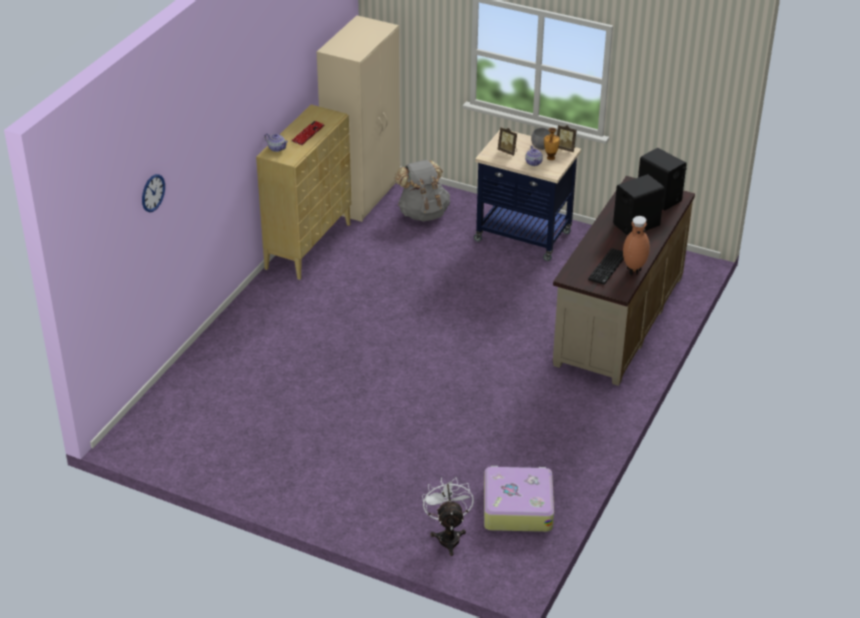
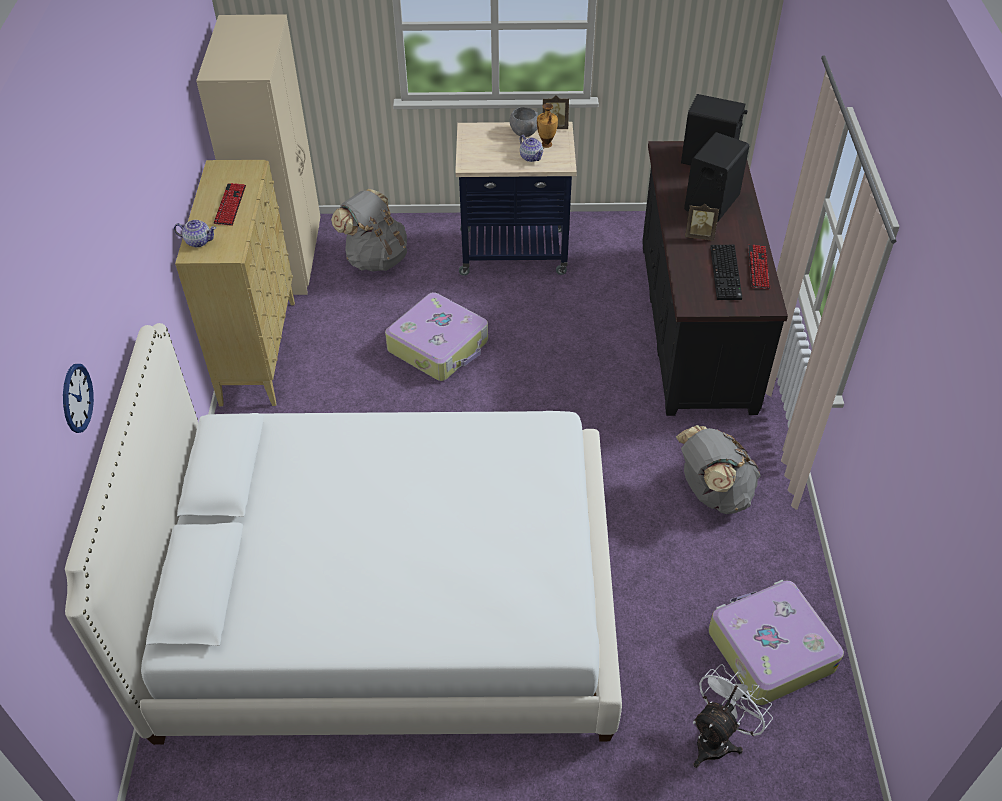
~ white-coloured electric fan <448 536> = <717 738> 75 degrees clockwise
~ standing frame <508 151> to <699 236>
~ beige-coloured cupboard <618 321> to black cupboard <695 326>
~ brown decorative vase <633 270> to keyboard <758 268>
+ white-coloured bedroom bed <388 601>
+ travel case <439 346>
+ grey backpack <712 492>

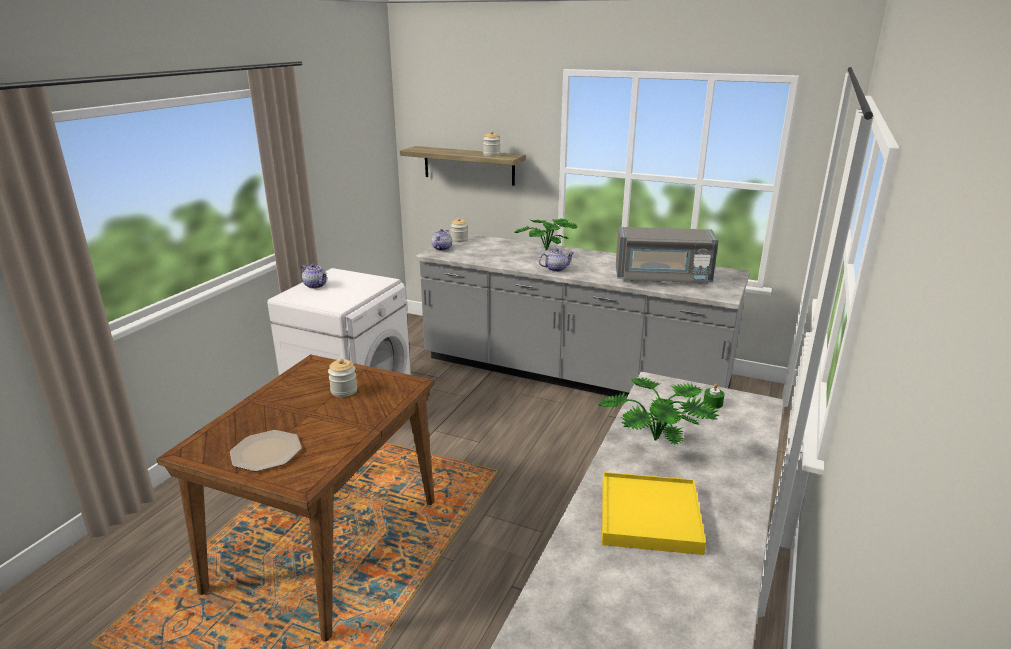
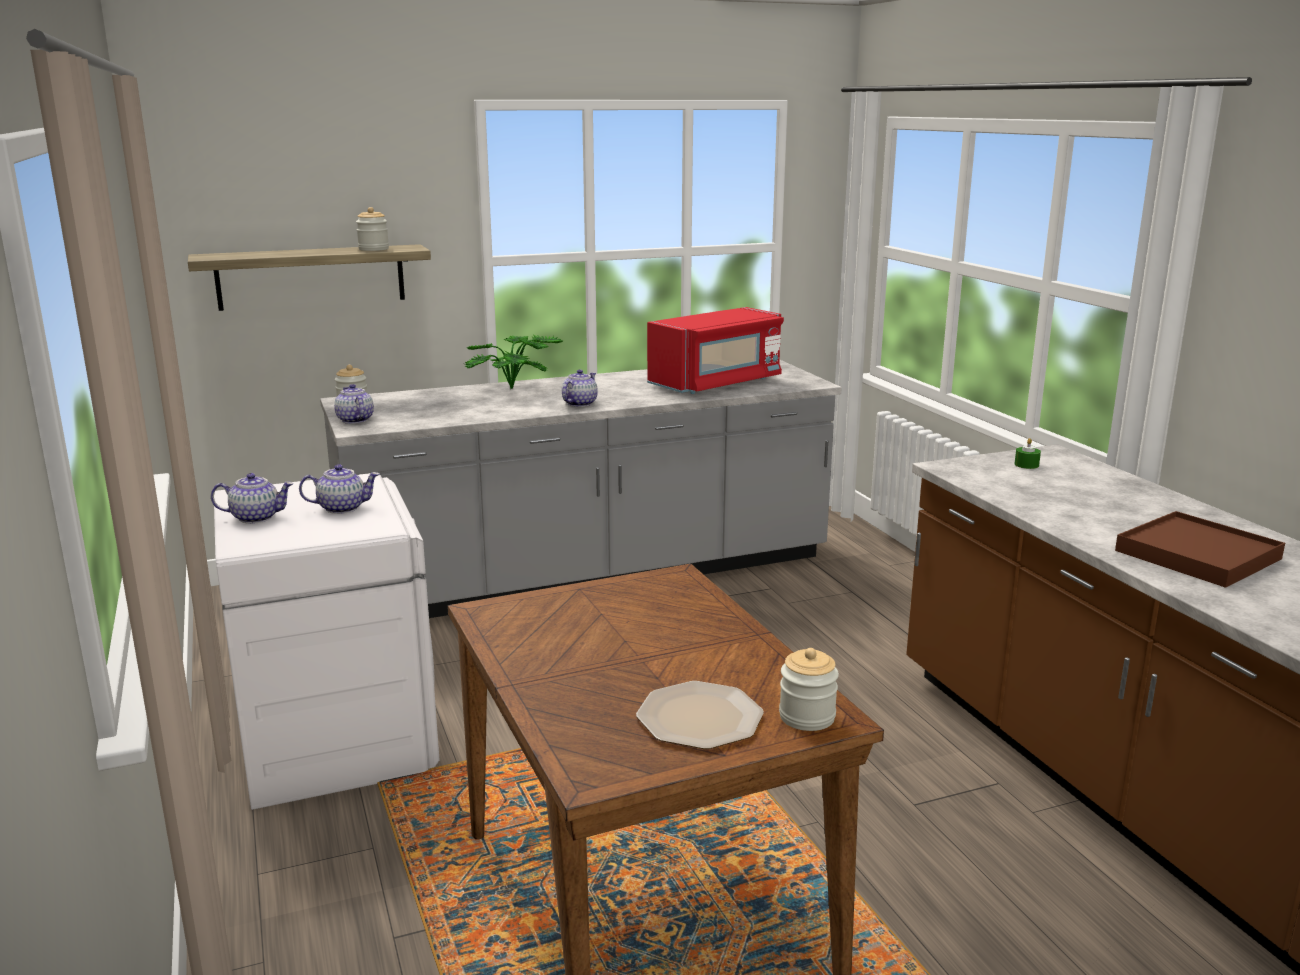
~ preserve jar <344 390> to <807 717>
- houseplant <654 443>
~ yellowish carrying tray <649 516> to brown carrying tray <1197 555>
~ grey microwave <662 278> to reddish microwave <717 383>
+ tea pot <342 508>

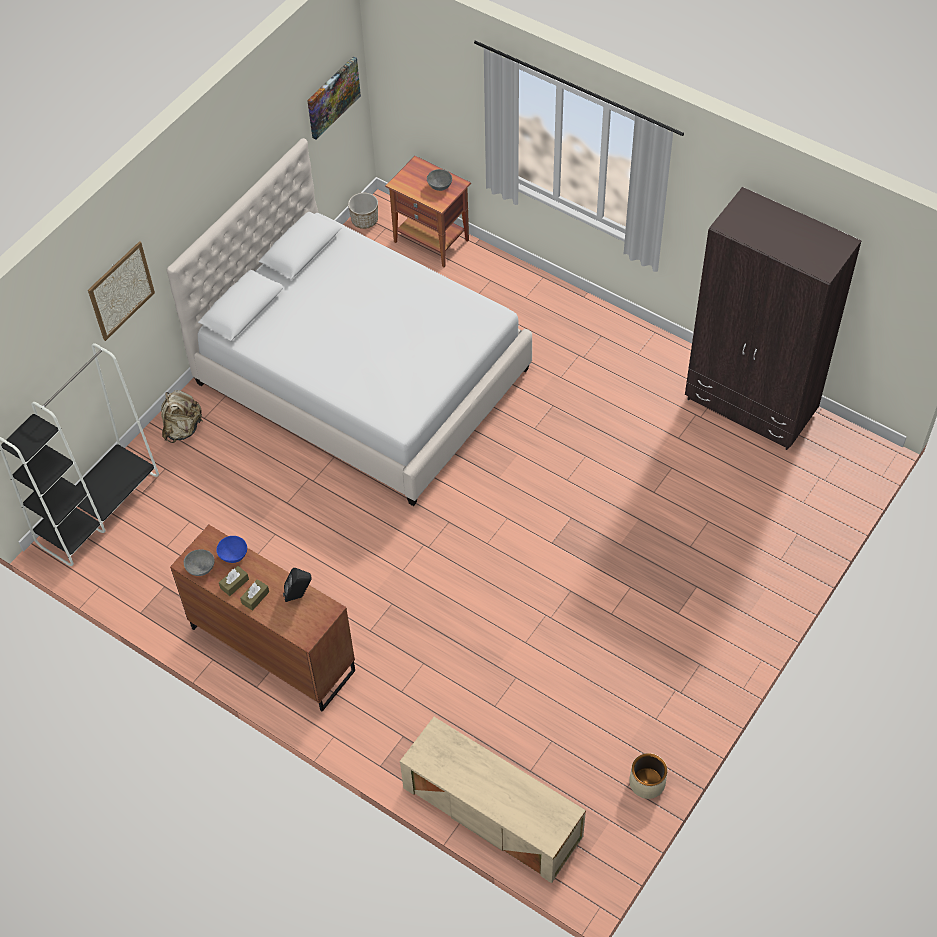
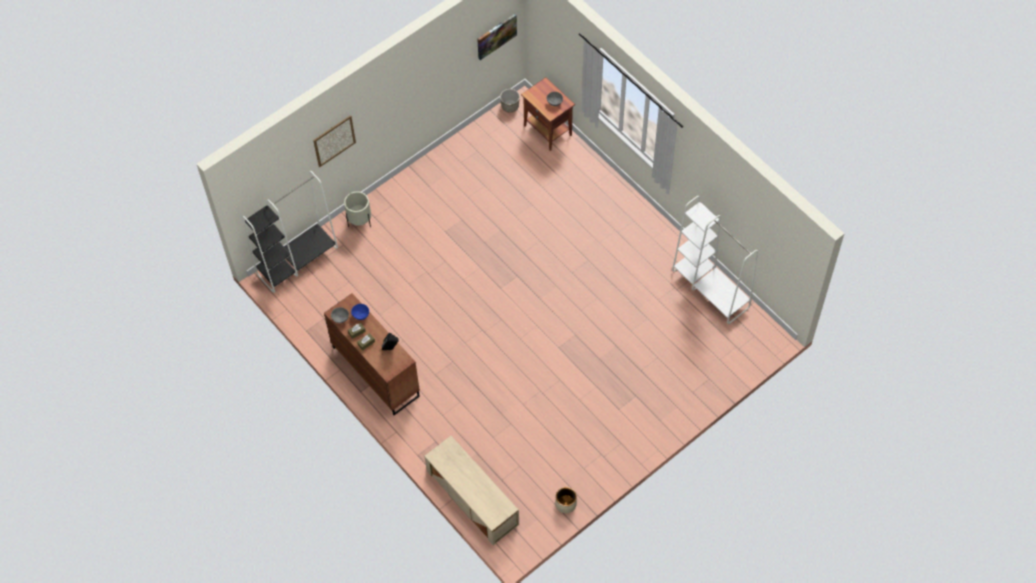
~ beige-coloured backpack <182 428> to beige-coloured plant pot <360 221>
- white-coloured bedroom bed <362 375>
~ brown clothes cupboard <750 406> to white-coloured clothes rack <710 290>

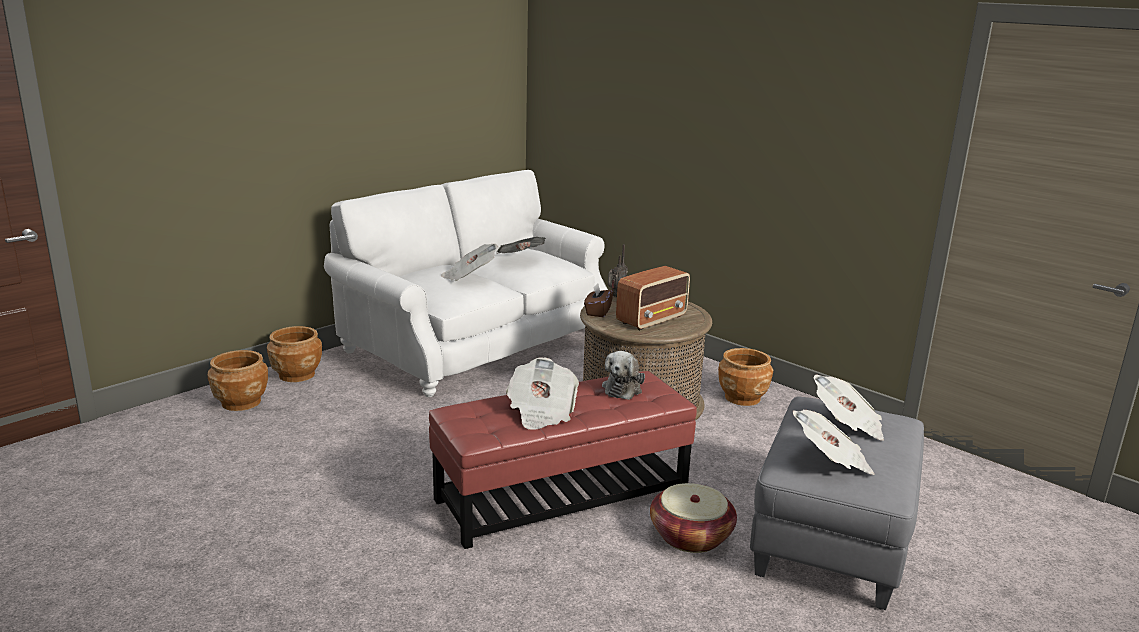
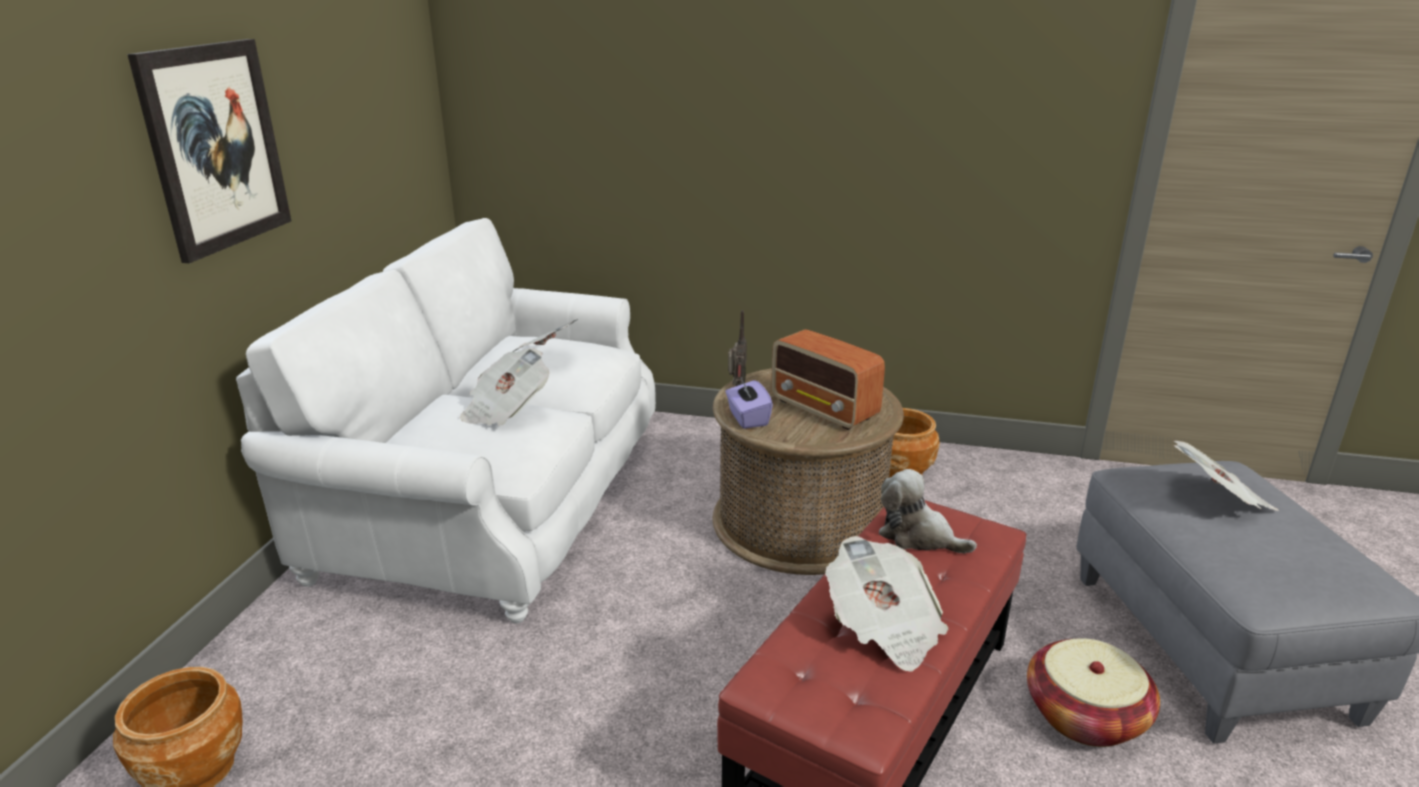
- brown plant pot <297 374>
~ brown box of tissues <598 312> to purplish box of tissues <747 418>
~ soft toy <623 388> = <918 536> 135 degrees clockwise
~ radio receiver <652 319> = <825 410> 120 degrees clockwise
- newspaper <831 461>
+ picture <215 147>

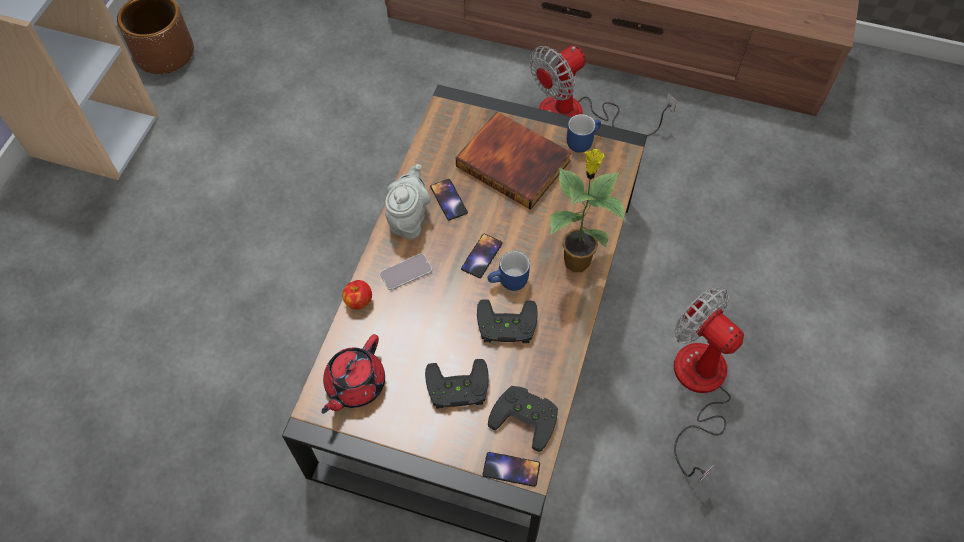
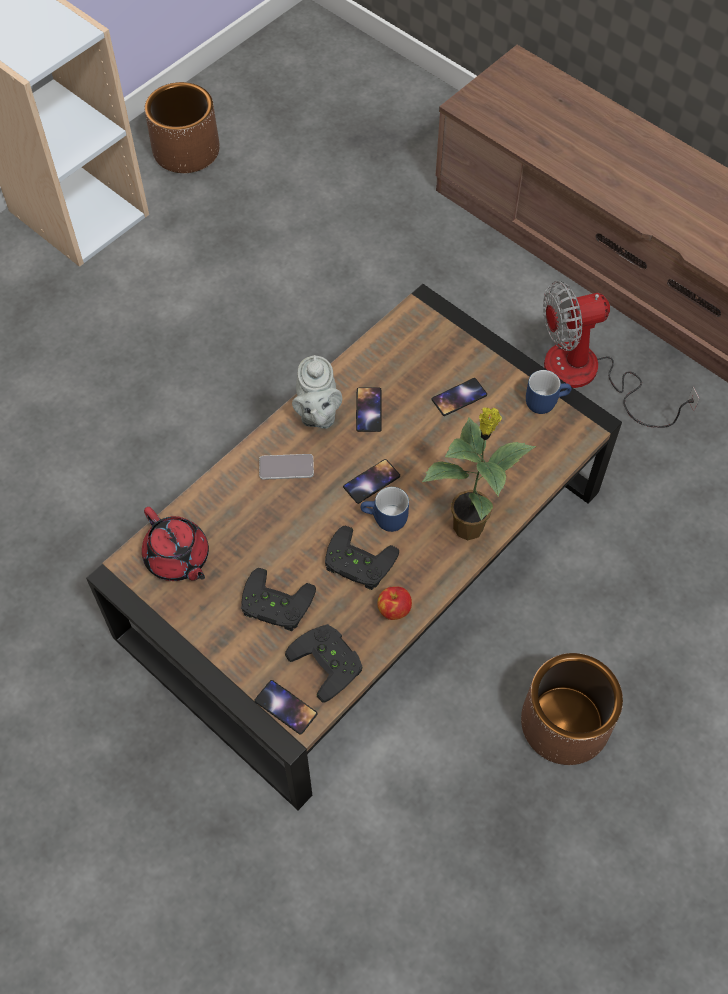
~ reddish tea pot <354 385> = <178 558> 90 degrees counterclockwise
~ apple <358 301> to <394 609>
~ grey tea pot <409 219> = <317 414> 135 degrees clockwise
~ volume <515 162> to phone <459 397>
~ electric fan <698 387> to brown plant pot <564 724>

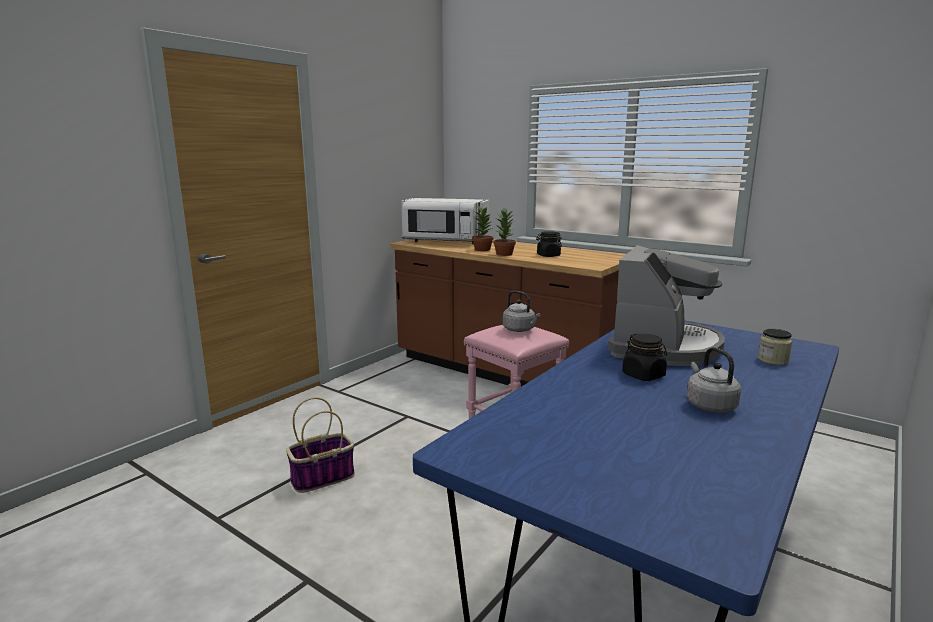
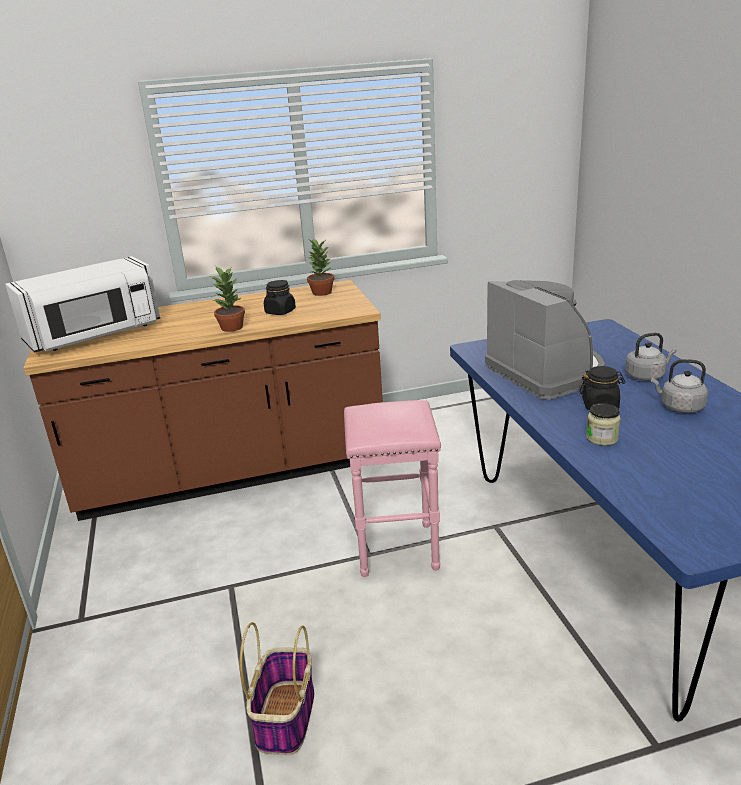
~ houseplant <482 249> to <321 292>
~ grey water kettle <520 330> to <646 376>
~ preserve jar <773 360> to <602 438>

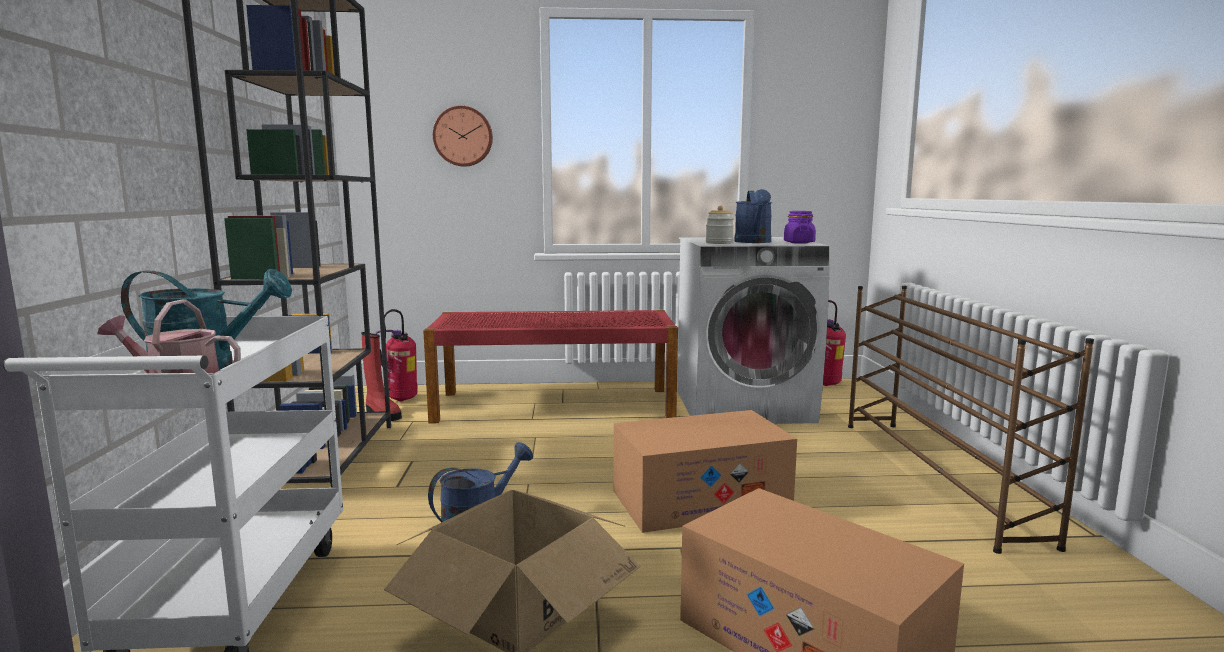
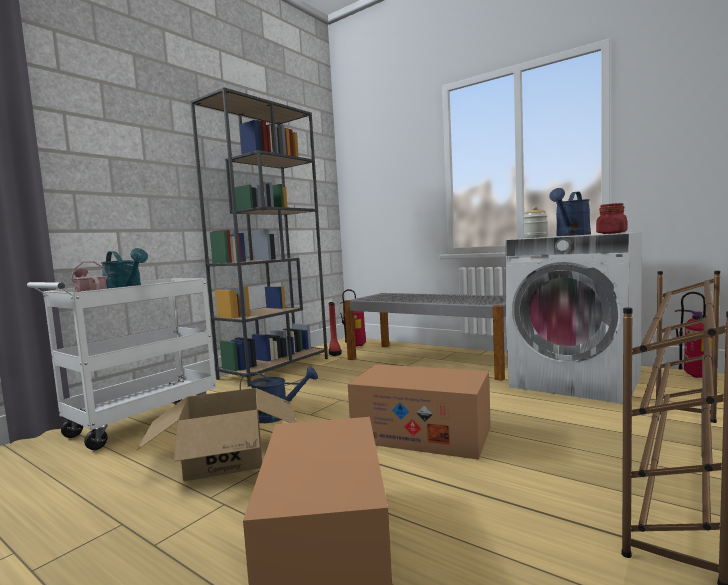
~ reddish indoor bench <555 405> to grey indoor bench <434 360>
- wall clock <463 136>
~ purplish preserve jar <798 242> to reddish preserve jar <611 233>

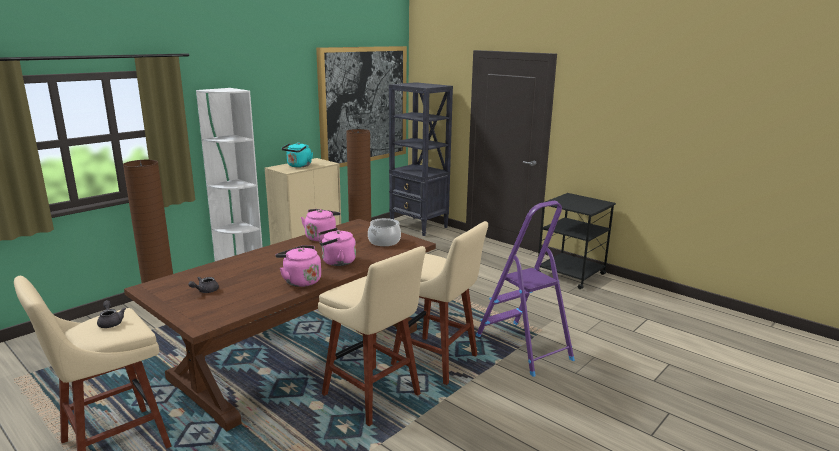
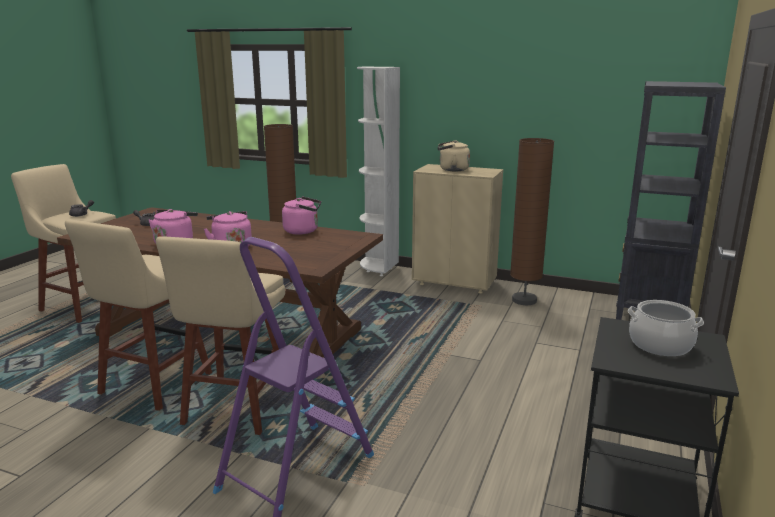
~ turquoise water kettle <298 166> to beige-coloured water kettle <451 169>
- picture <363 105>
~ cooking pot <384 241> to <660 344>

